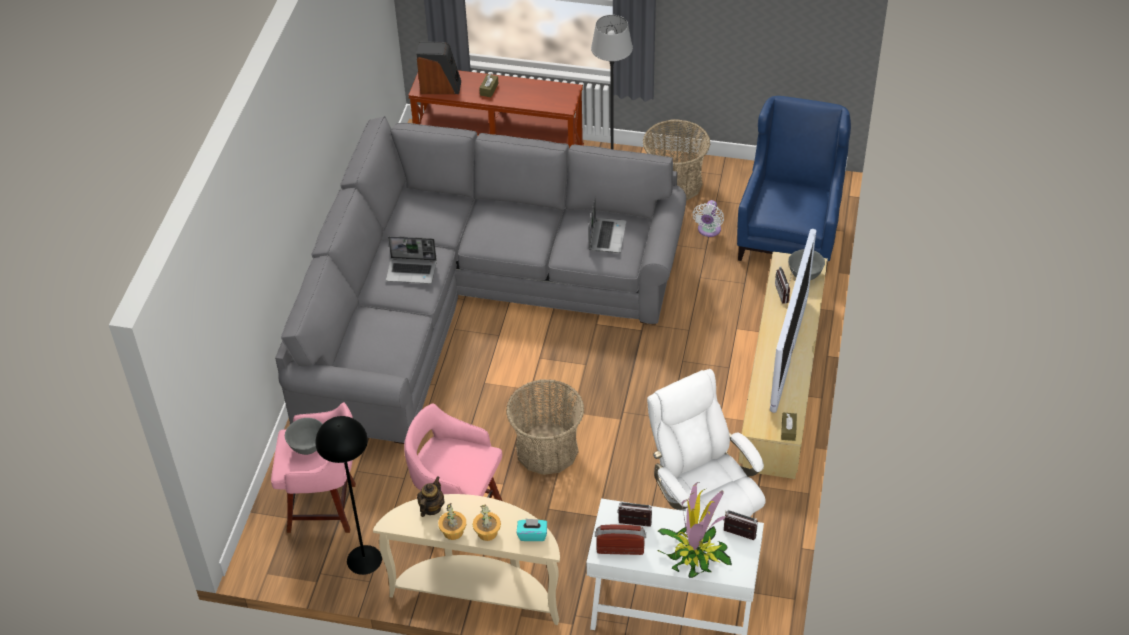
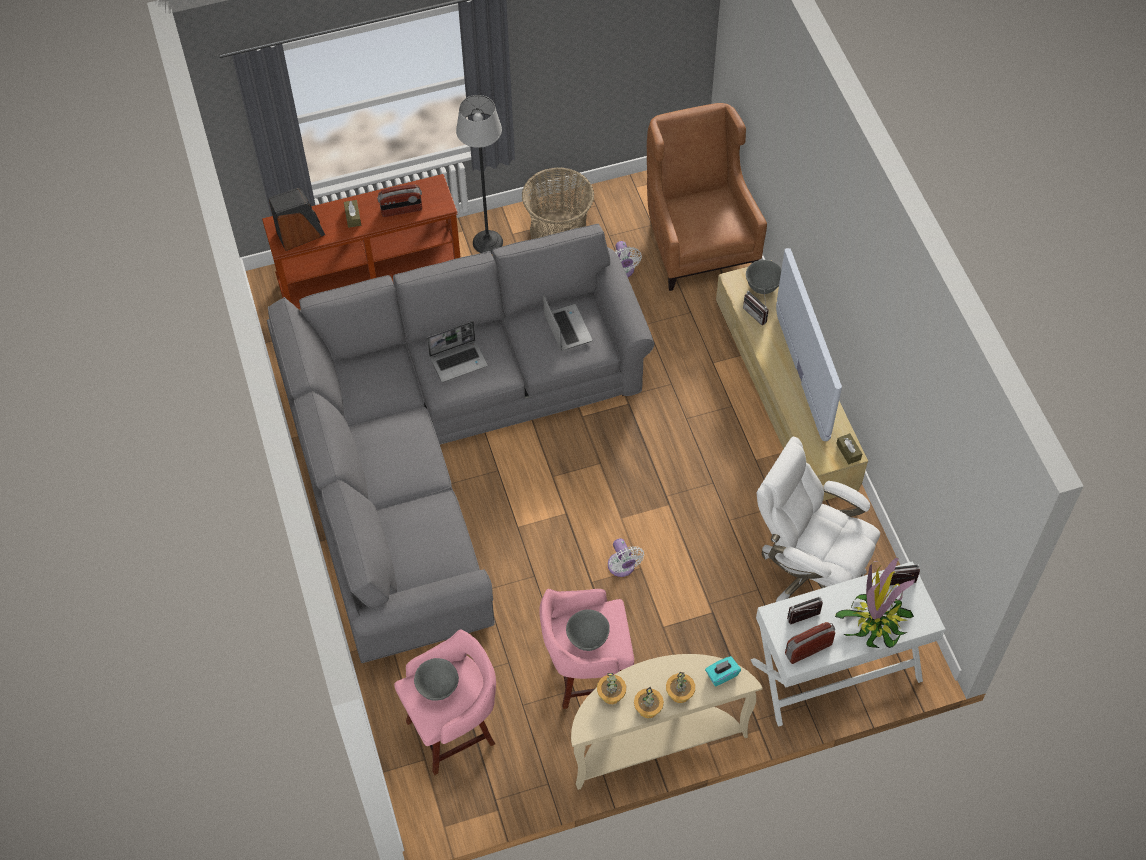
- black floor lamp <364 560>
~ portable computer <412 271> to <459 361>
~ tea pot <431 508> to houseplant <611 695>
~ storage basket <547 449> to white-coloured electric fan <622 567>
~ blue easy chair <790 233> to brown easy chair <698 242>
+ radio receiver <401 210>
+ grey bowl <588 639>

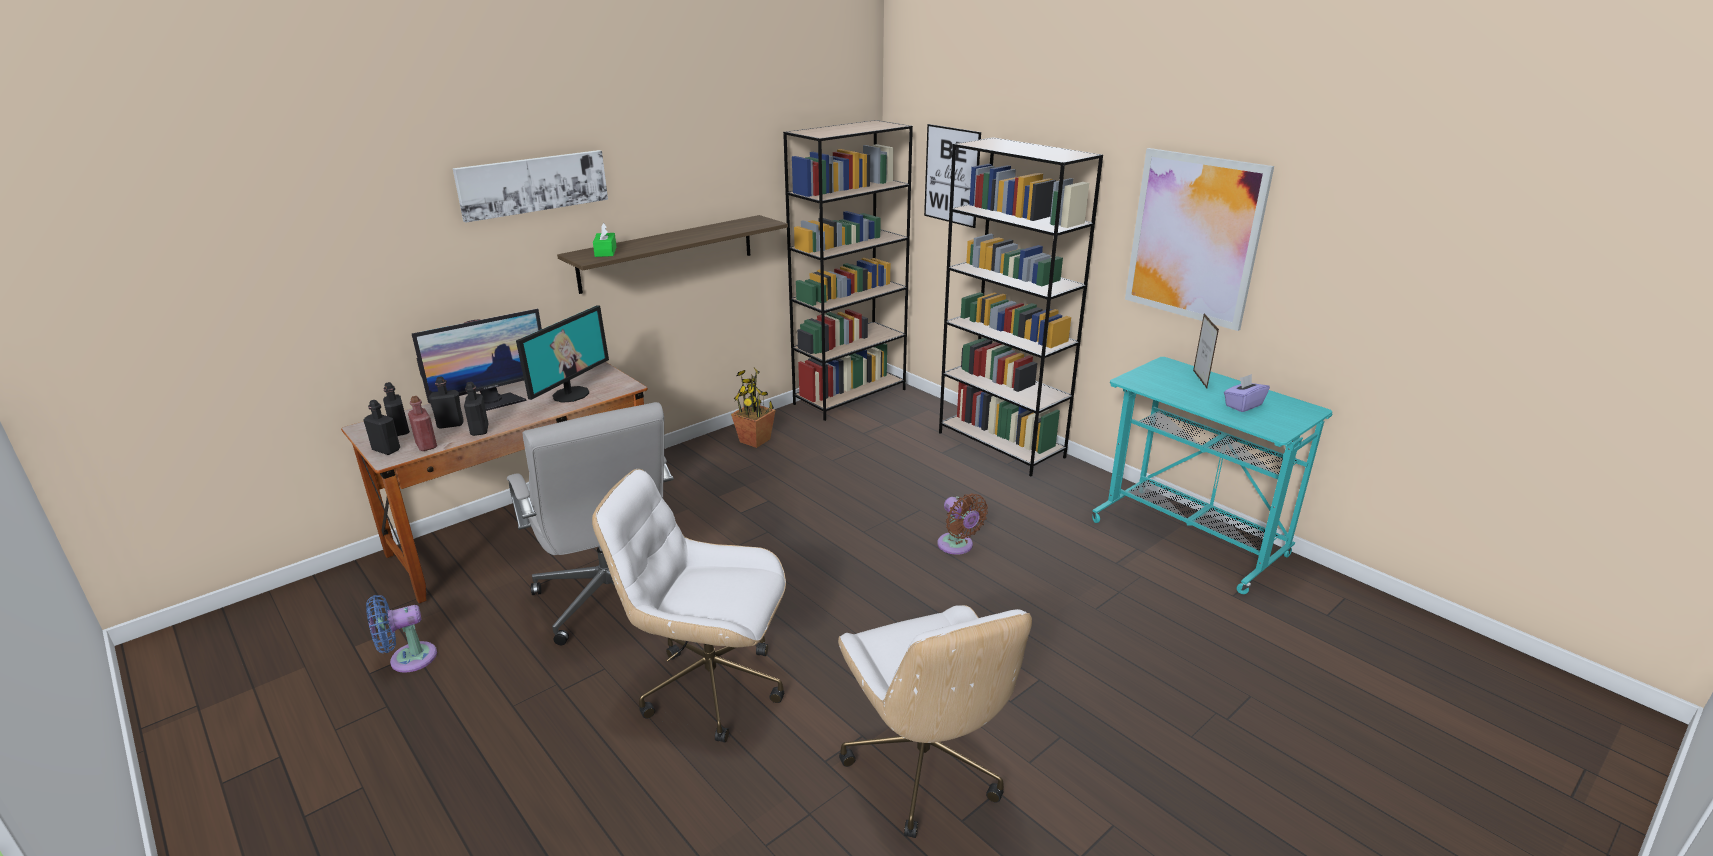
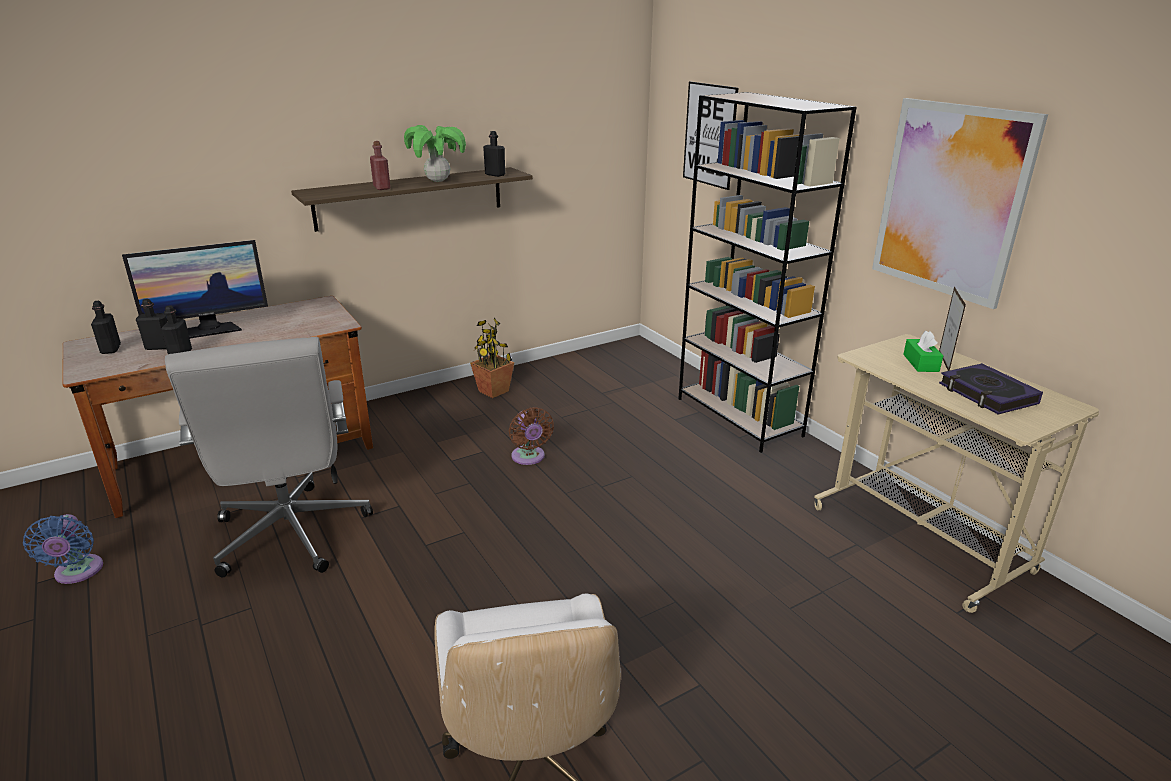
~ black beverage bottle <386 450> to <495 175>
~ blue electric fan <408 659> = <77 573> 90 degrees counterclockwise
~ reddish beverage bottle <426 445> to <381 188>
- picture <533 184>
- computer display <570 394>
- white-coloured office chair <708 688>
~ greenish box of tissues <605 252> to <920 363>
- beige-coloured bookcase <850 396>
~ brown electric fan <957 546> to <529 458>
~ turquoise desk table <1188 538> to beige-coloured desk table <920 539>
~ purplish box of tissues <1243 405> to volume <987 394>
+ houseplant <438 180>

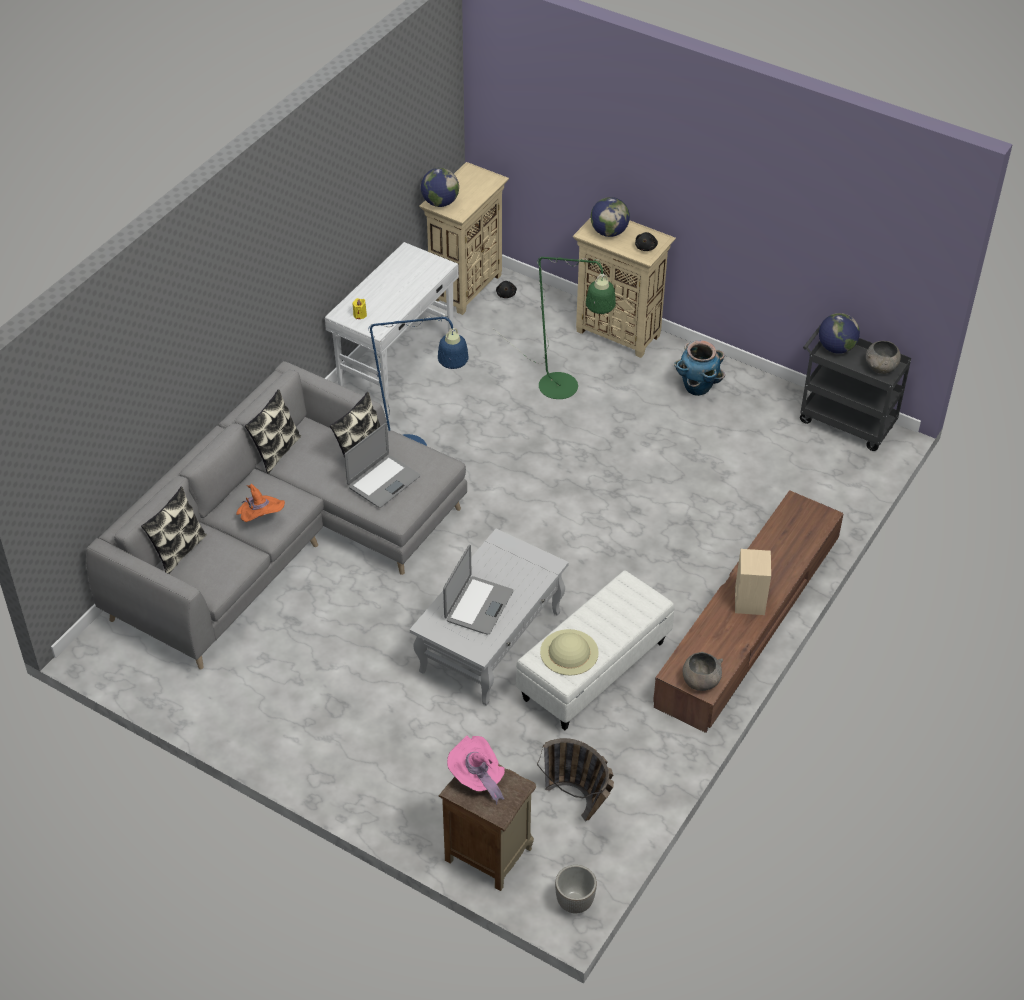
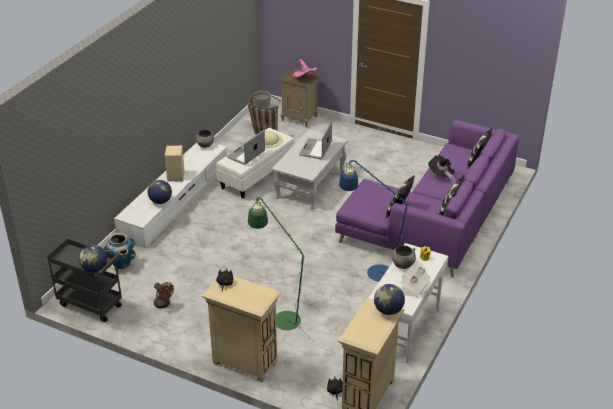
~ grey sofa <283 541> to purplish sofa <435 220>
~ orange-coloured wearable hat <261 519> to black wearable hat <441 176>
~ portable computer <383 481> to <246 154>
~ world globe <609 232> to <160 201>
~ brown tv unit <749 622> to white-coloured tv unit <174 200>
~ plant pot <697 388> to <121 264>
~ grey bowl <880 368> to <403 265>
+ brown electric fan <163 304>
+ newspaper <413 288>

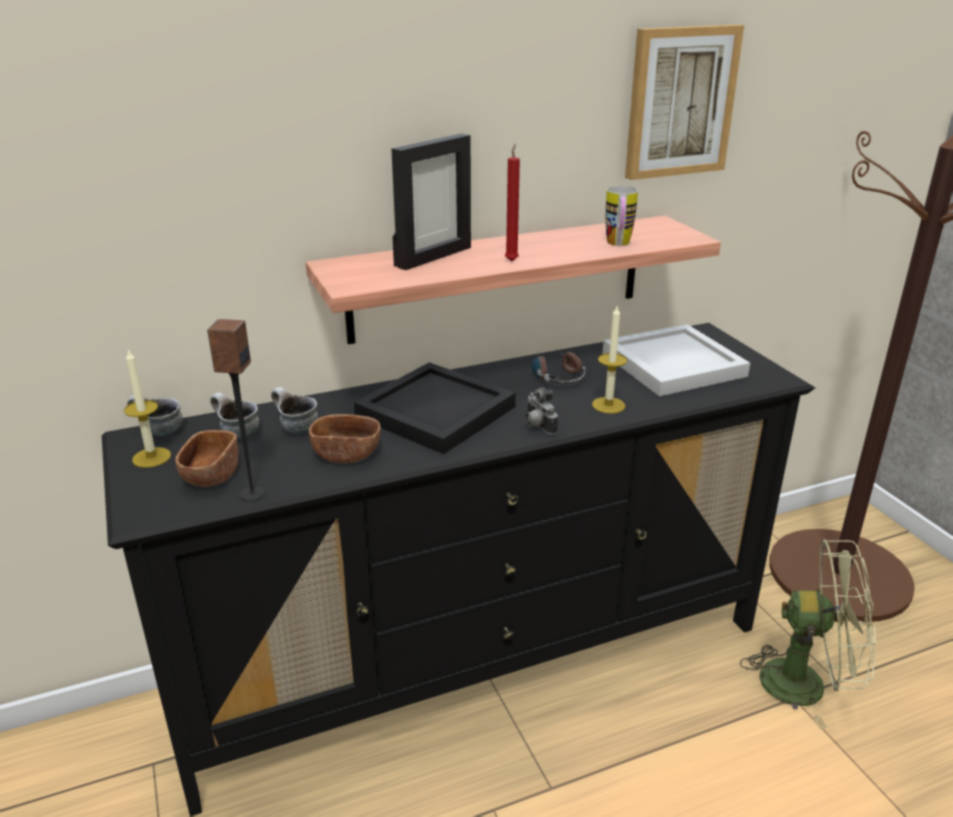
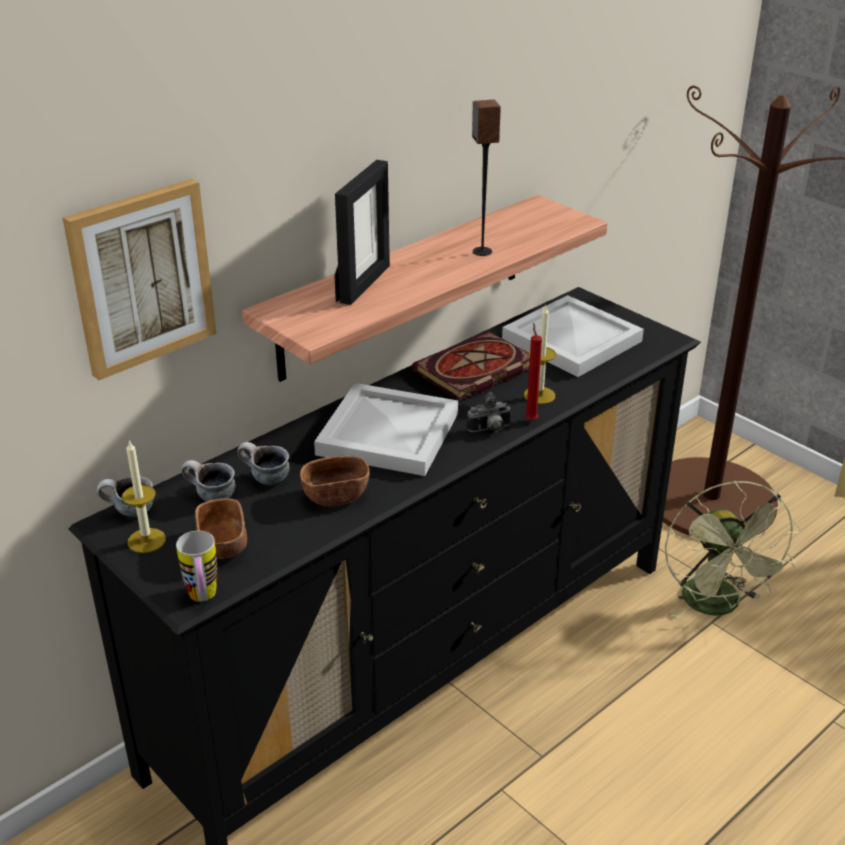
~ audio speaker <252 494> to <481 251>
~ black carrying tray <433 412> to white-coloured carrying tray <386 434>
~ reddish wax light <512 260> to <530 419>
~ still camera <537 426> = <490 430> 60 degrees counterclockwise
~ headphones <556 374> to volume <473 371>
~ coffee mug <618 244> to <203 599>
~ picture <680 102> to <141 277>
~ greenish electric fan <807 683> = <717 606> 90 degrees clockwise

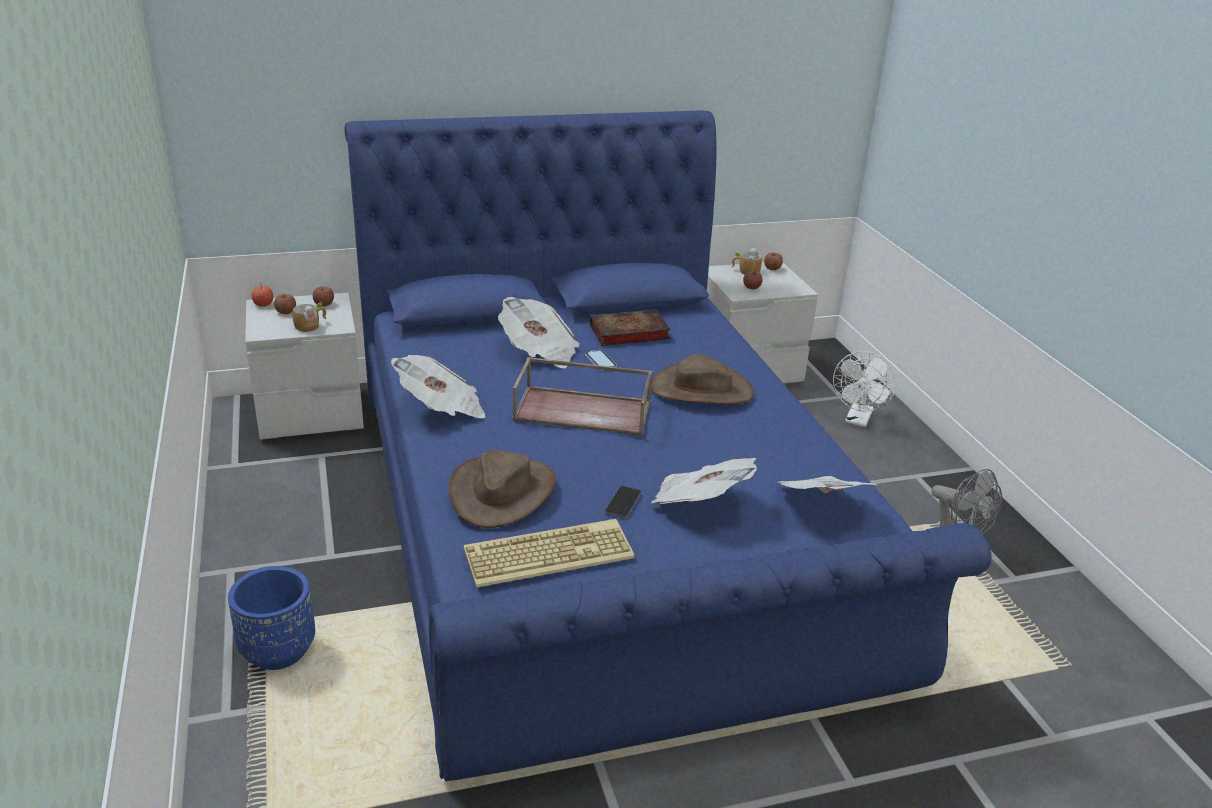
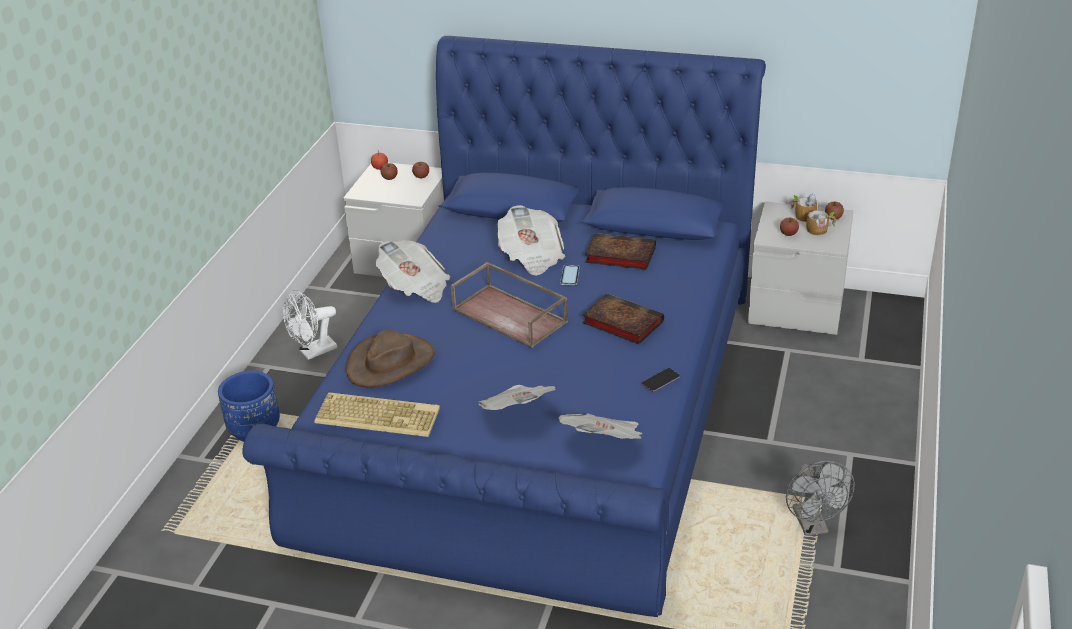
~ coffee mug <311 326> to <820 230>
~ phone <623 503> to <660 381>
~ brown wearable hat <701 390> to volume <620 322>
~ white-coloured electric fan <858 420> to <313 352>

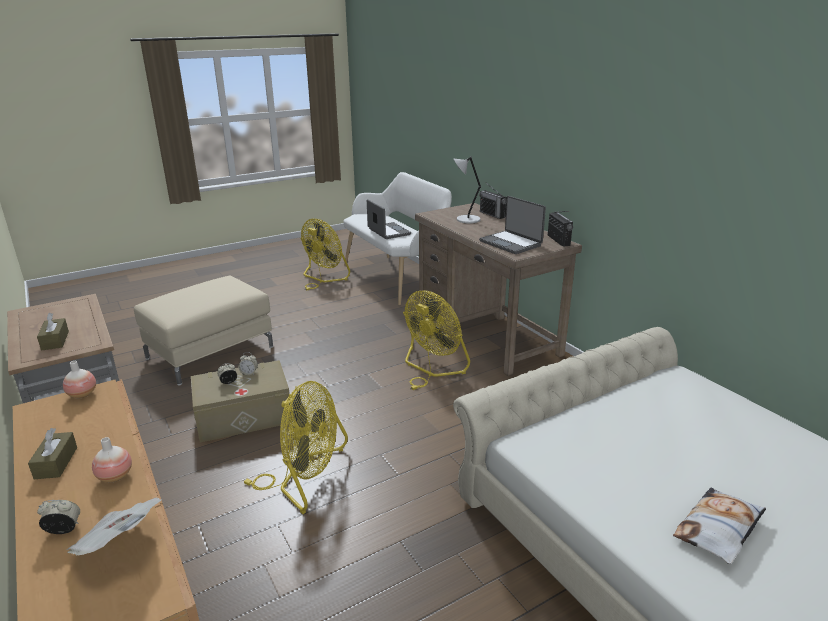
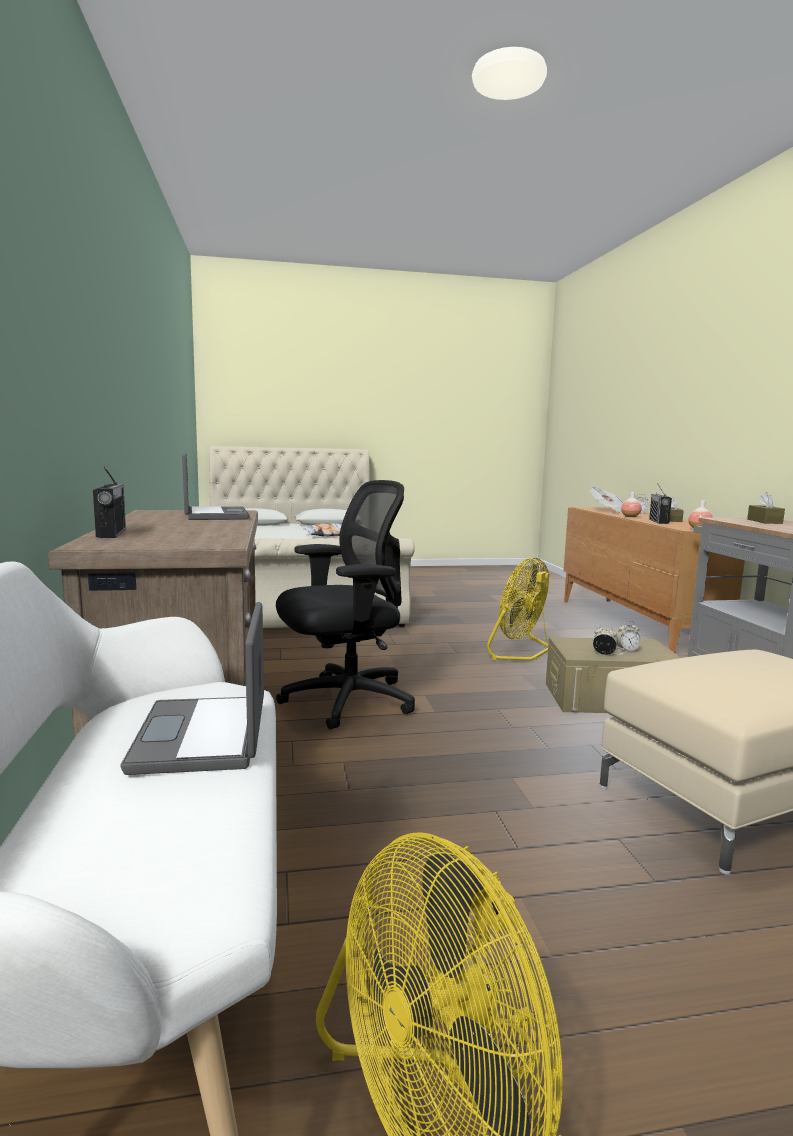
~ yellowish electric fan <428 367> to black office chair <341 703>
- grey tabletop lamp <466 220>
~ radio receiver <558 240> to <658 521>

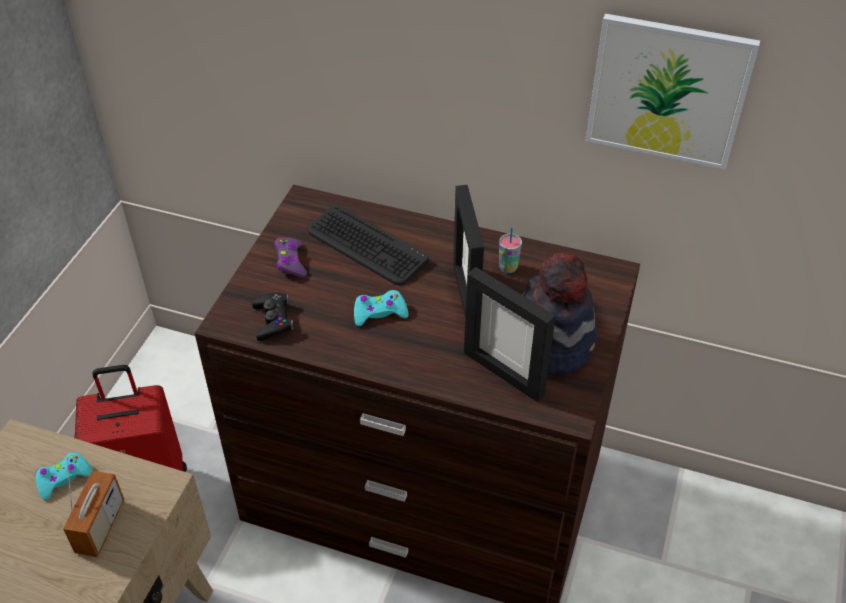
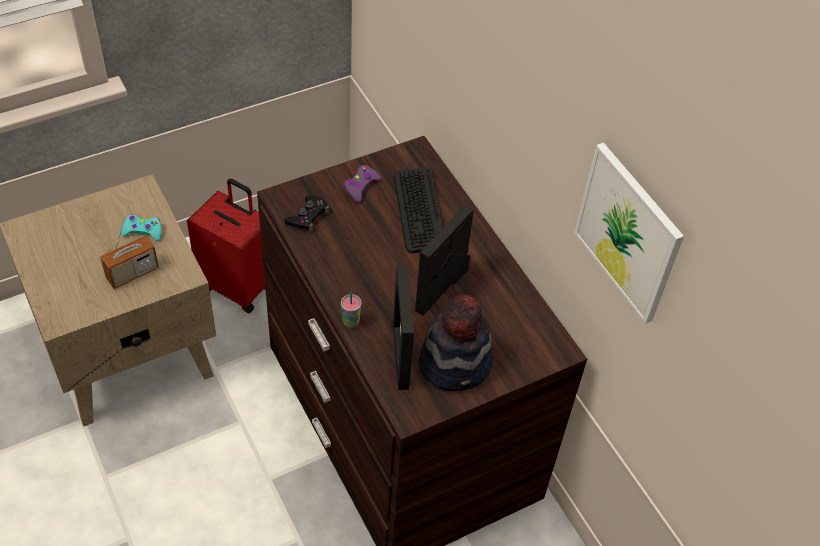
- turquoise joypad <379 313>
~ cup <508 268> to <350 322>

